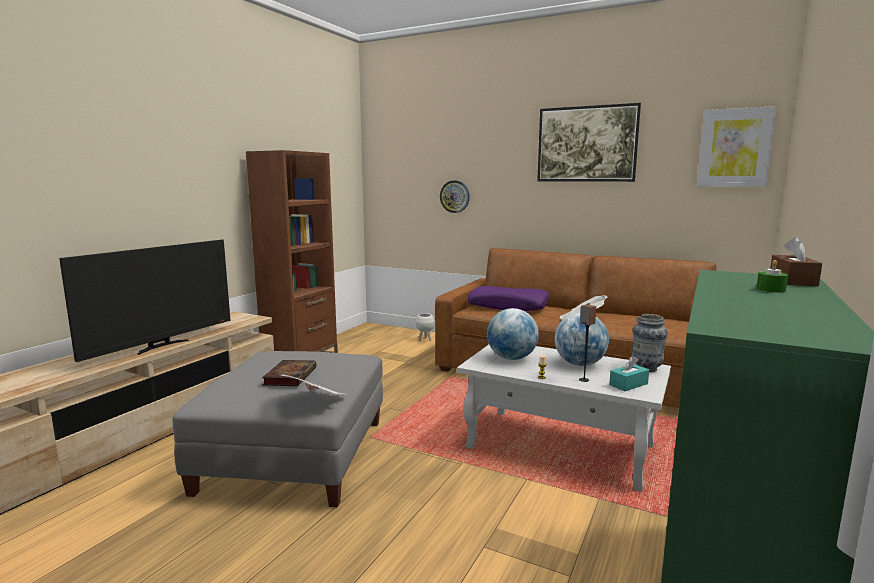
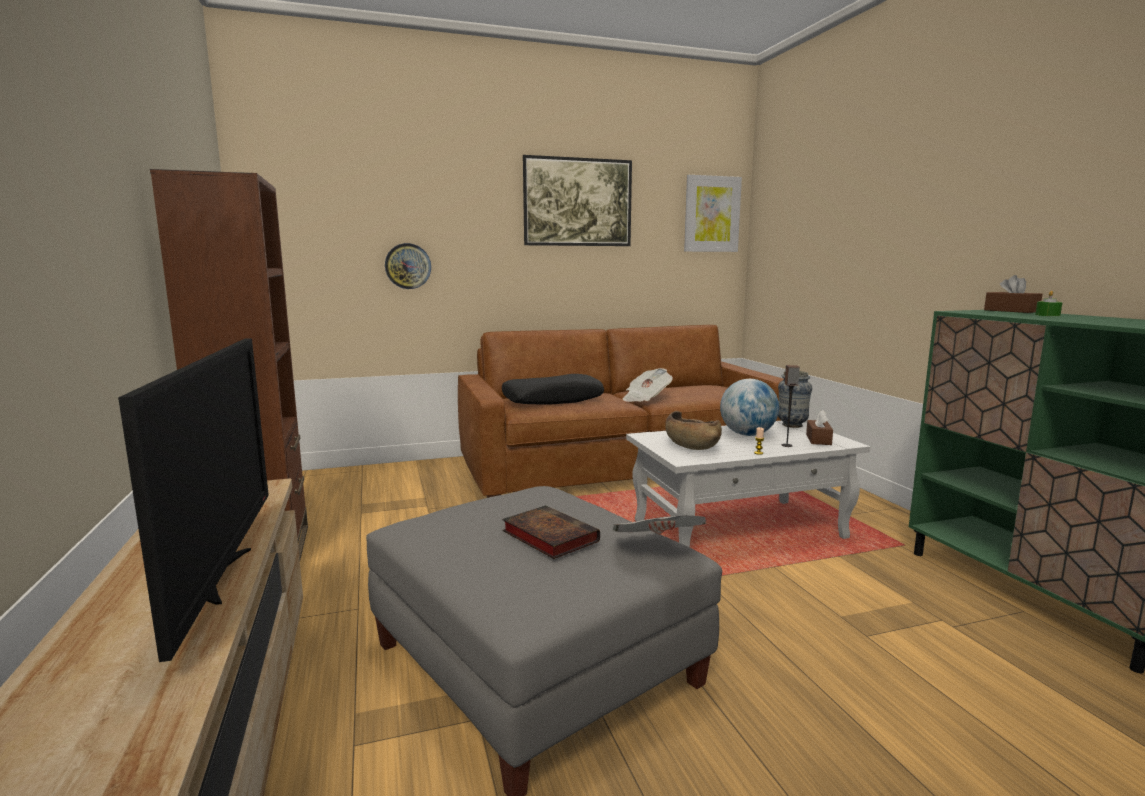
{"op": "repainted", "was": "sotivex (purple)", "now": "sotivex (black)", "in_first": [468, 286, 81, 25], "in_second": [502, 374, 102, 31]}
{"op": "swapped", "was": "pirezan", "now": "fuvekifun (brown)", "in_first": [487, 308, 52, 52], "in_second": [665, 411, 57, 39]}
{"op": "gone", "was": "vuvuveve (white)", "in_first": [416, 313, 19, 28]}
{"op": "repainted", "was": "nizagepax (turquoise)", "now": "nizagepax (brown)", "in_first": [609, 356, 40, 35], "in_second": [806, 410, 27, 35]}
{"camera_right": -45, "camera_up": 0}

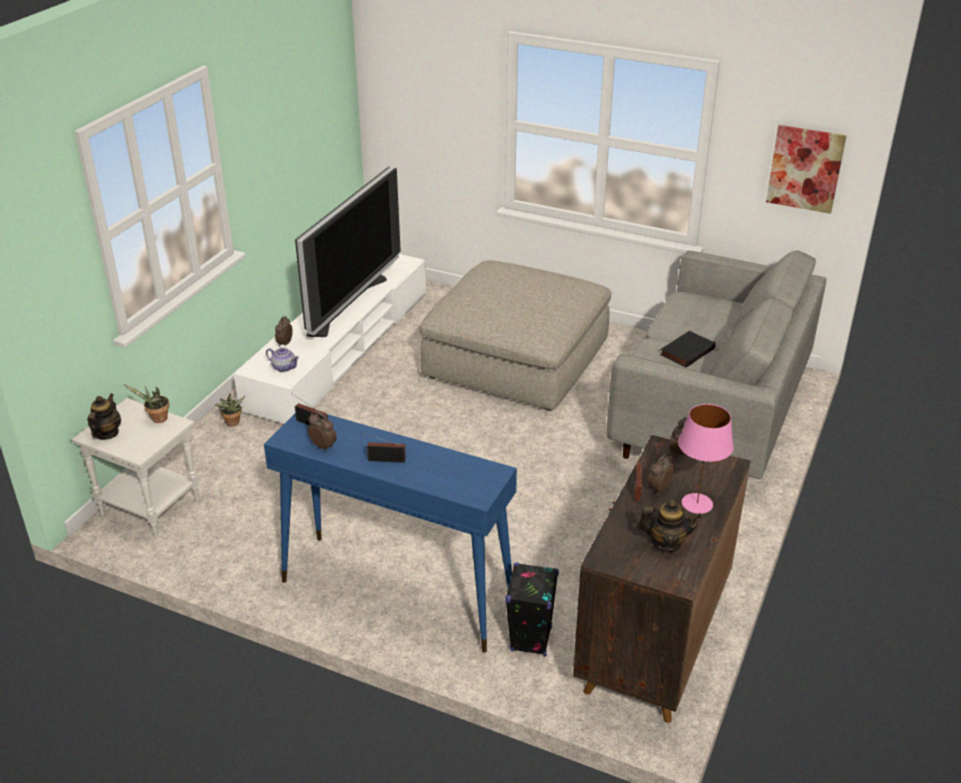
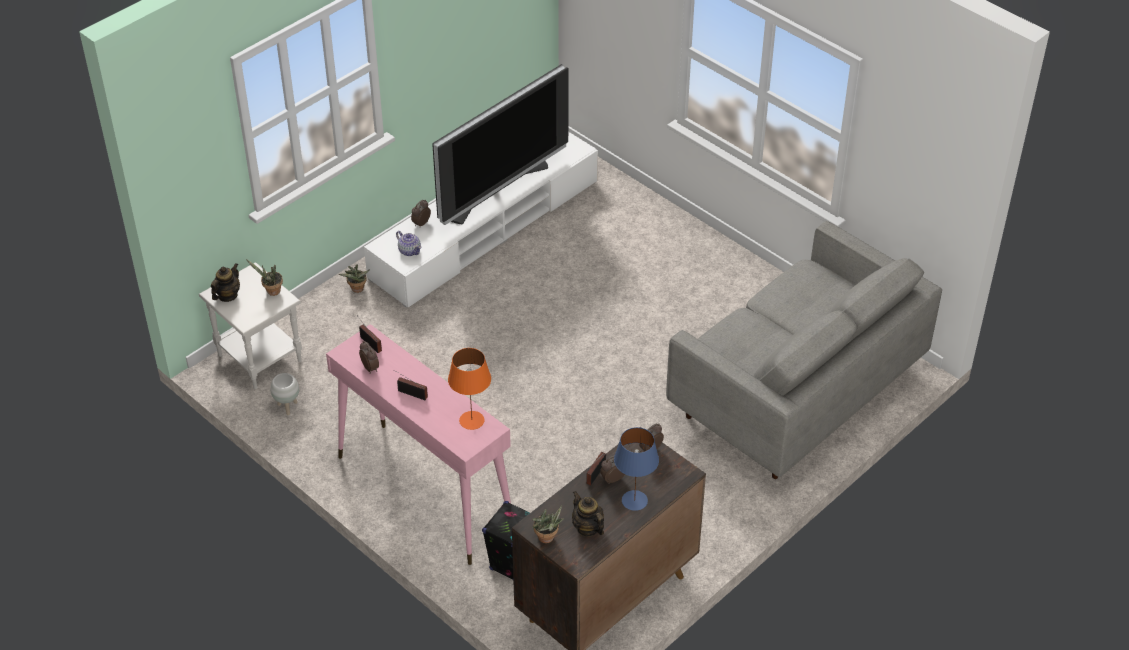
{"op": "gone", "was": "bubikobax", "in_first": [766, 125, 80, 89]}
{"op": "gone", "was": "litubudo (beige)", "in_first": [419, 260, 192, 151]}
{"op": "gone", "was": "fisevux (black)", "in_first": [660, 331, 56, 36]}
{"op": "repainted", "was": "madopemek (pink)", "now": "madopemek (blue)", "in_first": [678, 404, 56, 110], "in_second": [614, 427, 45, 84]}
{"op": "repainted", "was": "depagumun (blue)", "now": "depagumun (pink)", "in_first": [264, 413, 253, 240], "in_second": [326, 324, 185, 241]}
{"op": "rotated", "was": "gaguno", "in_first": [637, 500, 65, 52], "in_second": [572, 491, 32, 46], "clockwise": -150}
{"op": "new", "now": "madopemek (orange)", "in_second": [448, 348, 43, 82]}
{"op": "new", "now": "vuvuveve (white)", "in_second": [270, 373, 29, 42]}
{"op": "new", "now": "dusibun", "in_second": [532, 505, 32, 38]}
{"camera_right": 20, "camera_up": 10}

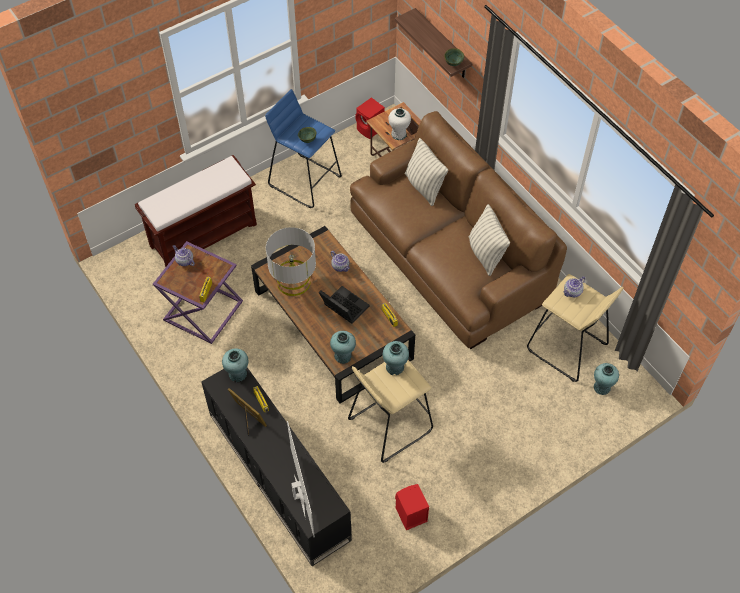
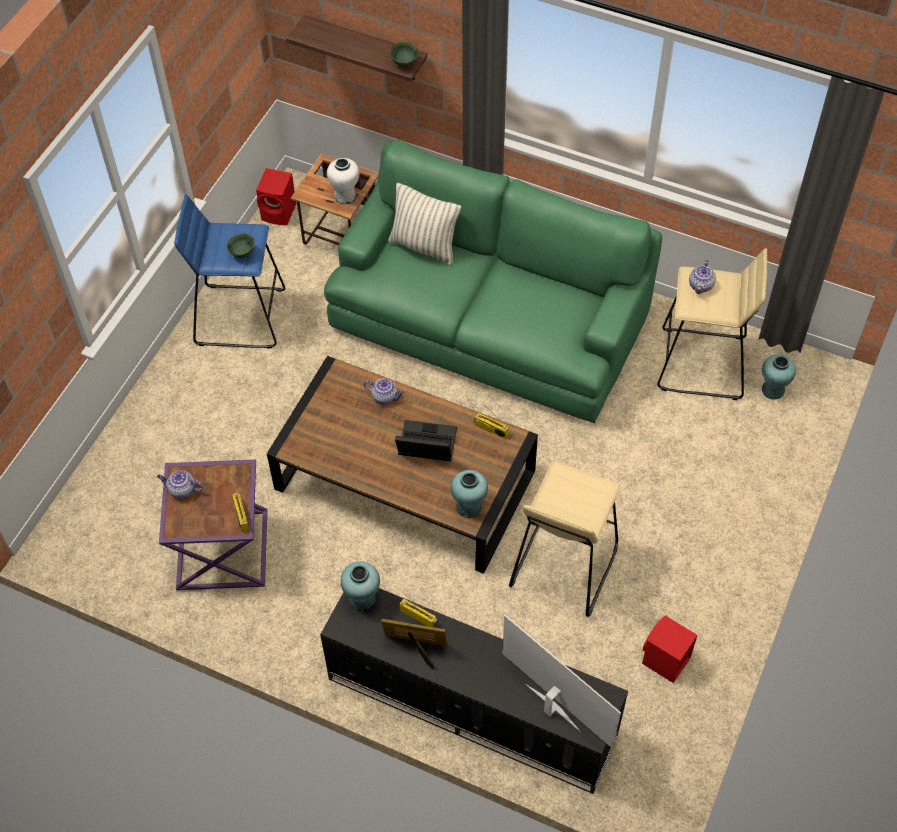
{"op": "repainted", "was": "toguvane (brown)", "now": "toguvane (green)", "in_first": [350, 111, 217, 238], "in_second": [324, 140, 338, 283]}
{"op": "gone", "was": "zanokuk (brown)", "in_first": [135, 155, 122, 112]}
{"op": "gone", "was": "sotivex", "in_first": [469, 204, 41, 72]}
{"op": "gone", "was": "madopemek (grey)", "in_first": [266, 227, 50, 69]}
{"op": "gone", "was": "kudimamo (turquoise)", "in_first": [383, 341, 26, 34]}
{"camera_right": -30, "camera_up": 0}

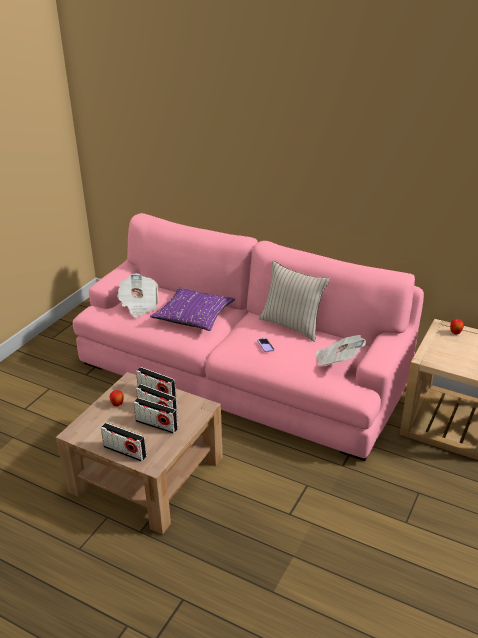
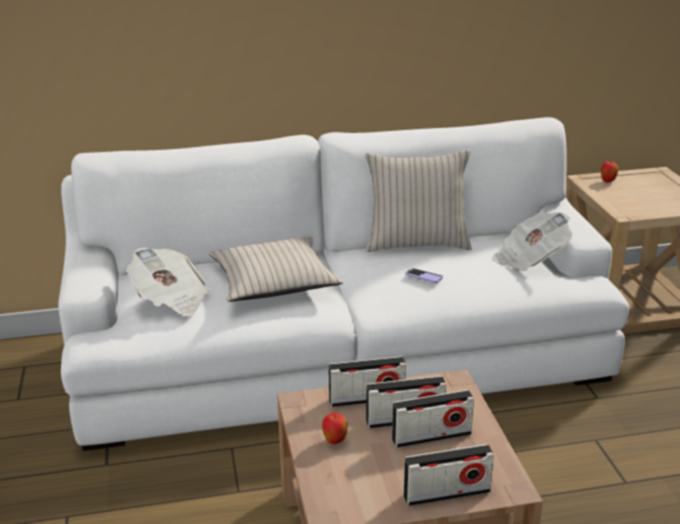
{"op": "repainted", "was": "toguvane (pink)", "now": "toguvane (white)", "in_first": [73, 213, 351, 248], "in_second": [58, 117, 571, 334]}
{"op": "repainted", "was": "sotivex (purple)", "now": "sotivex (beige)", "in_first": [150, 288, 85, 43], "in_second": [209, 237, 134, 65]}
{"camera_right": -40, "camera_up": -5}

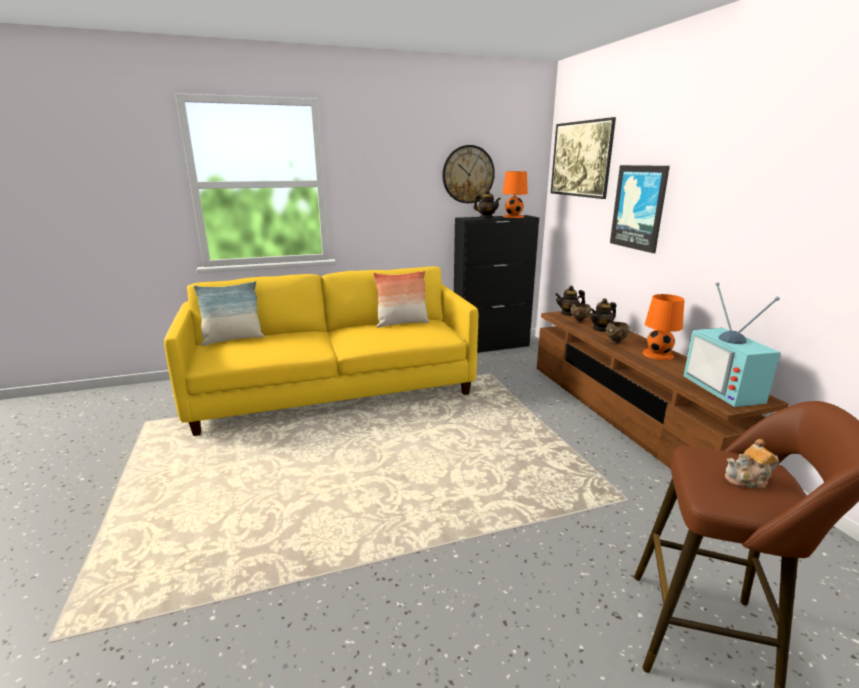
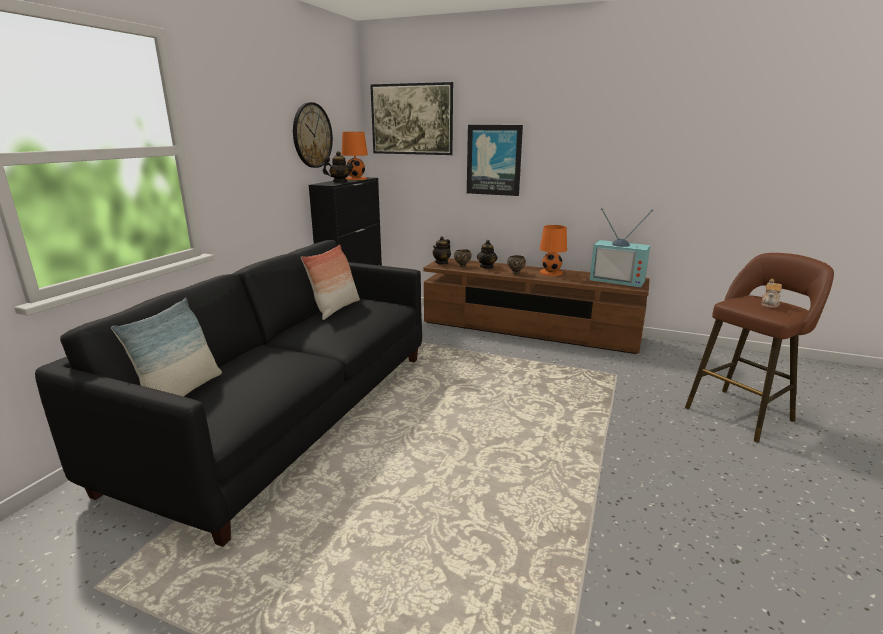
{"op": "repainted", "was": "toguvane (yellow)", "now": "toguvane (black)", "in_first": [164, 266, 314, 170], "in_second": [35, 240, 387, 307]}
{"camera_right": -50, "camera_up": 0}

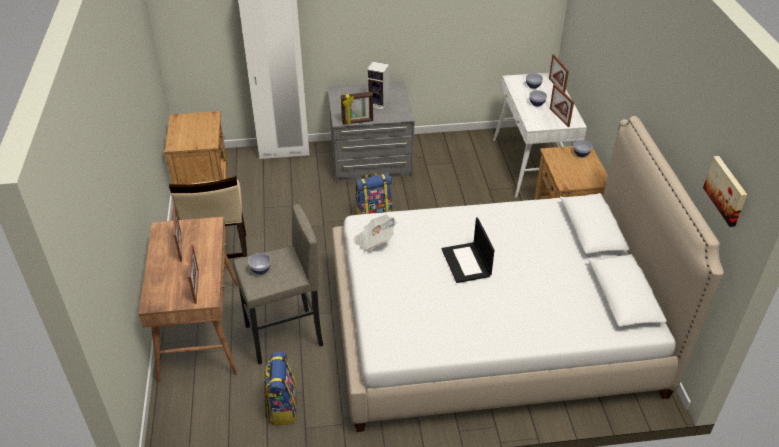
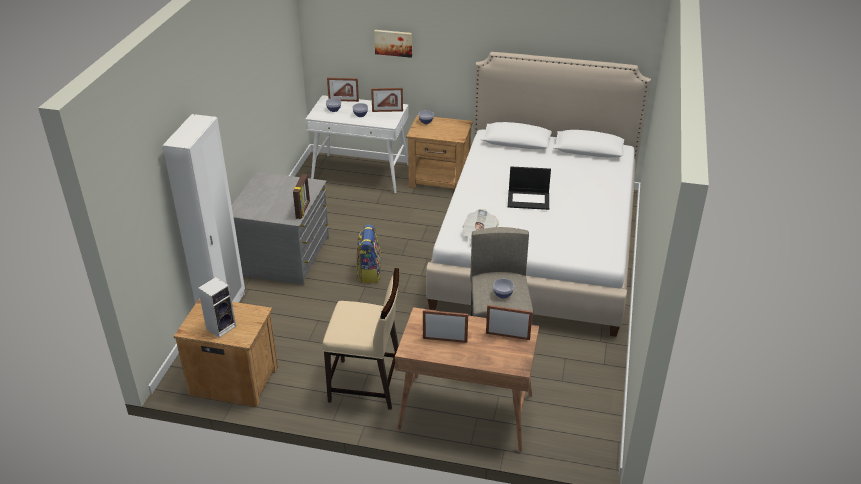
{"op": "shifted", "was": "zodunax", "in_first": [367, 61, 22, 49], "in_second": [198, 277, 38, 61]}
{"op": "shifted", "was": "bubikobax", "in_first": [703, 156, 44, 71], "in_second": [374, 30, 38, 28]}
{"op": "gone", "was": "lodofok", "in_first": [264, 352, 33, 74]}
{"camera_right": -70, "camera_up": -5}

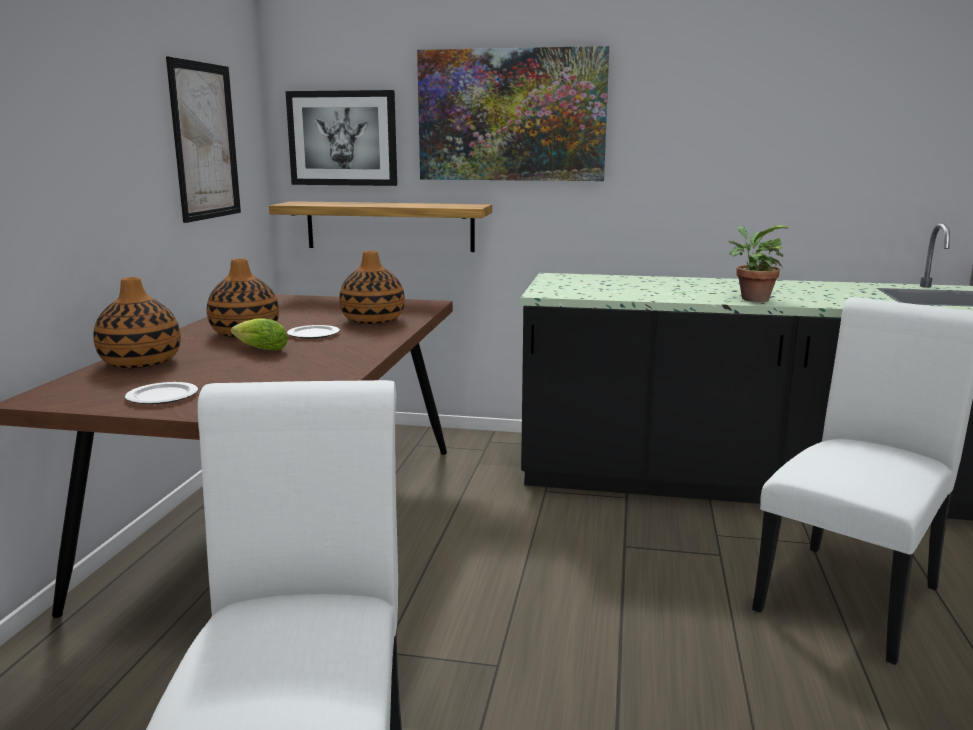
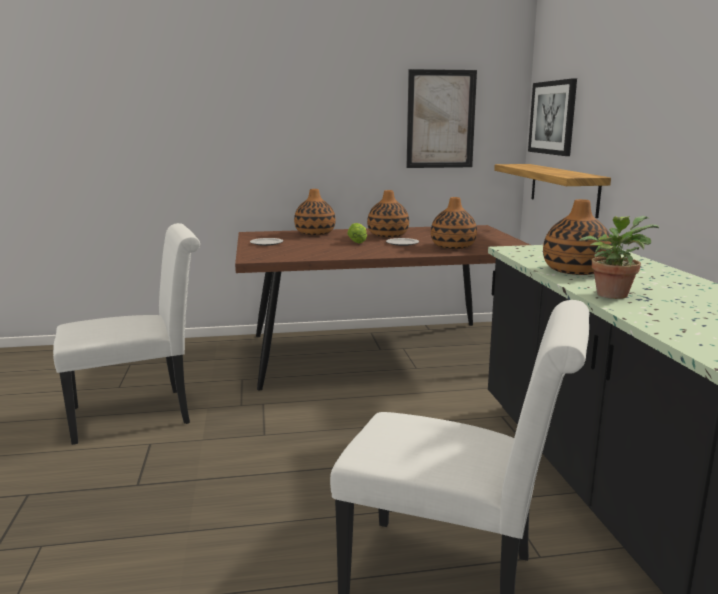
{"op": "gone", "was": "bubikobax", "in_first": [417, 46, 192, 135]}
{"op": "new", "now": "kudimamo", "in_second": [543, 199, 69, 76]}
{"camera_right": 70, "camera_up": 0}

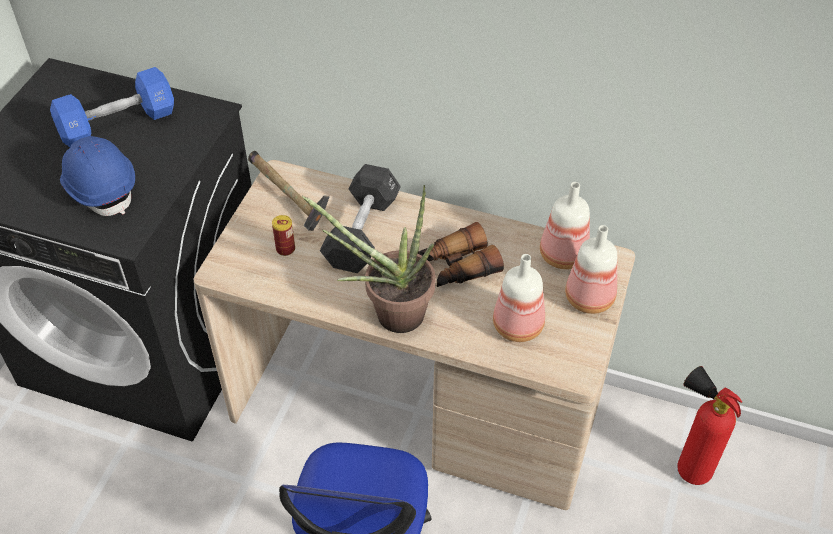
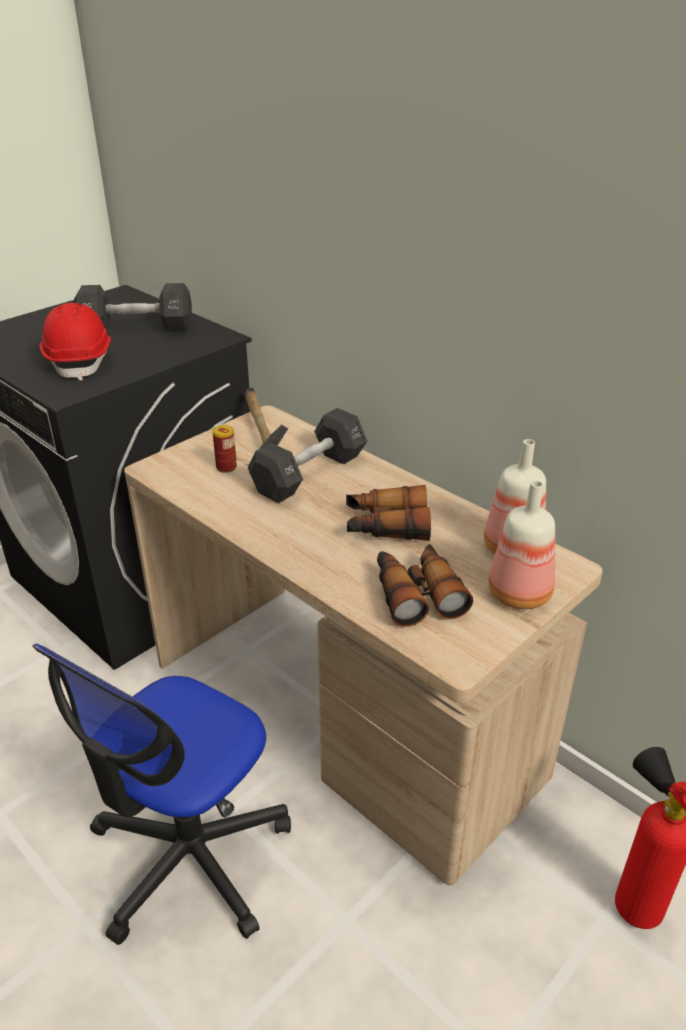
{"op": "repainted", "was": "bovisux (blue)", "now": "bovisux (black)", "in_first": [50, 67, 124, 80], "in_second": [74, 283, 118, 49]}
{"op": "repainted", "was": "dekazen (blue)", "now": "dekazen (red)", "in_first": [60, 136, 75, 80], "in_second": [39, 303, 72, 78]}
{"op": "gone", "was": "dusibun", "in_first": [302, 185, 134, 148]}
{"op": "swapped", "was": "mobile", "now": "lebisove", "in_first": [493, 254, 52, 88], "in_second": [377, 544, 96, 83]}
{"camera_right": 25, "camera_up": -15}

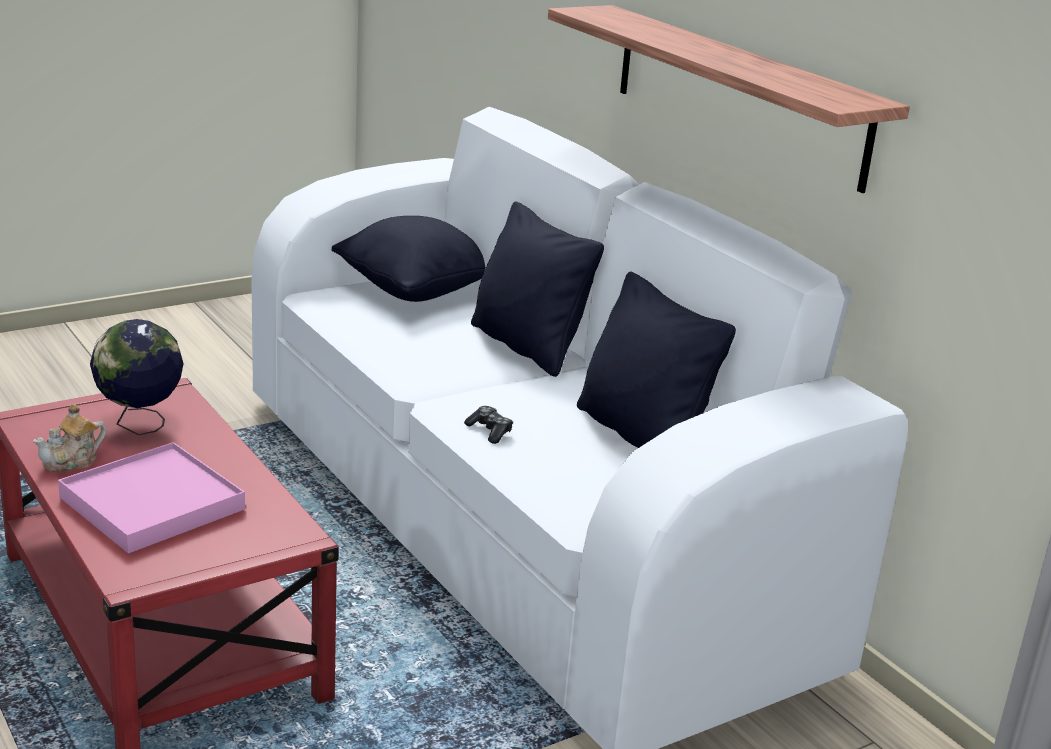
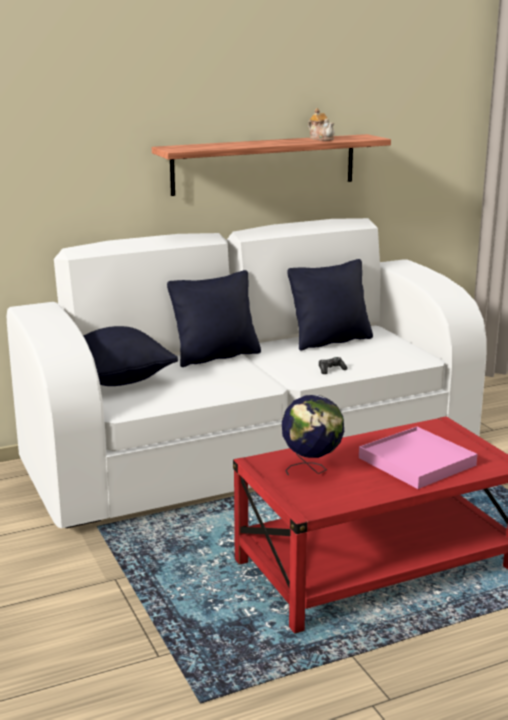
{"op": "shifted", "was": "gaguno", "in_first": [33, 404, 73, 68], "in_second": [308, 108, 27, 33]}
{"camera_right": -80, "camera_up": -5}

